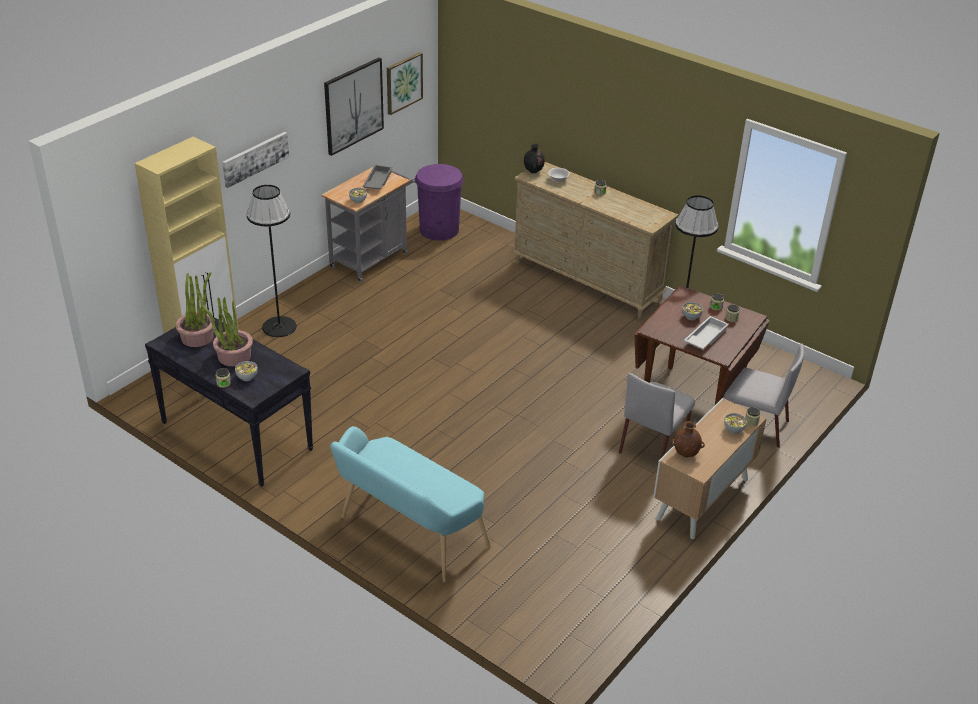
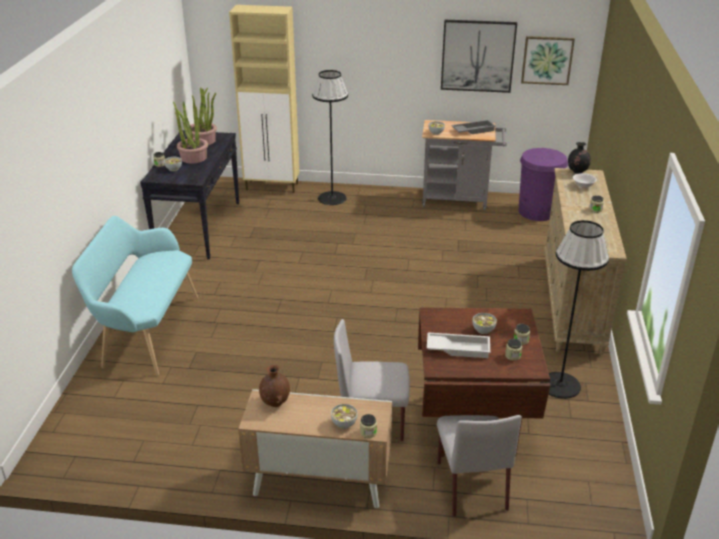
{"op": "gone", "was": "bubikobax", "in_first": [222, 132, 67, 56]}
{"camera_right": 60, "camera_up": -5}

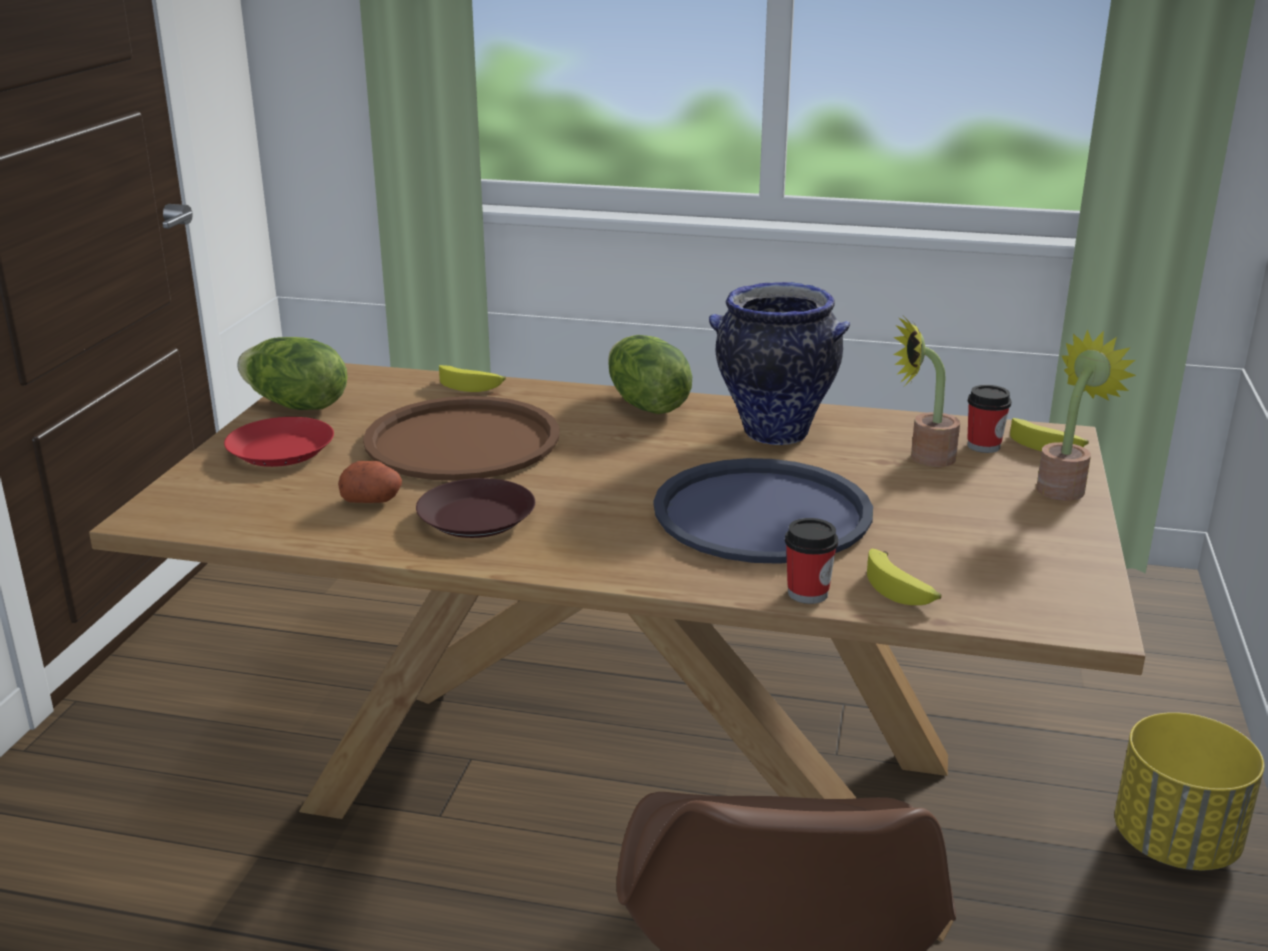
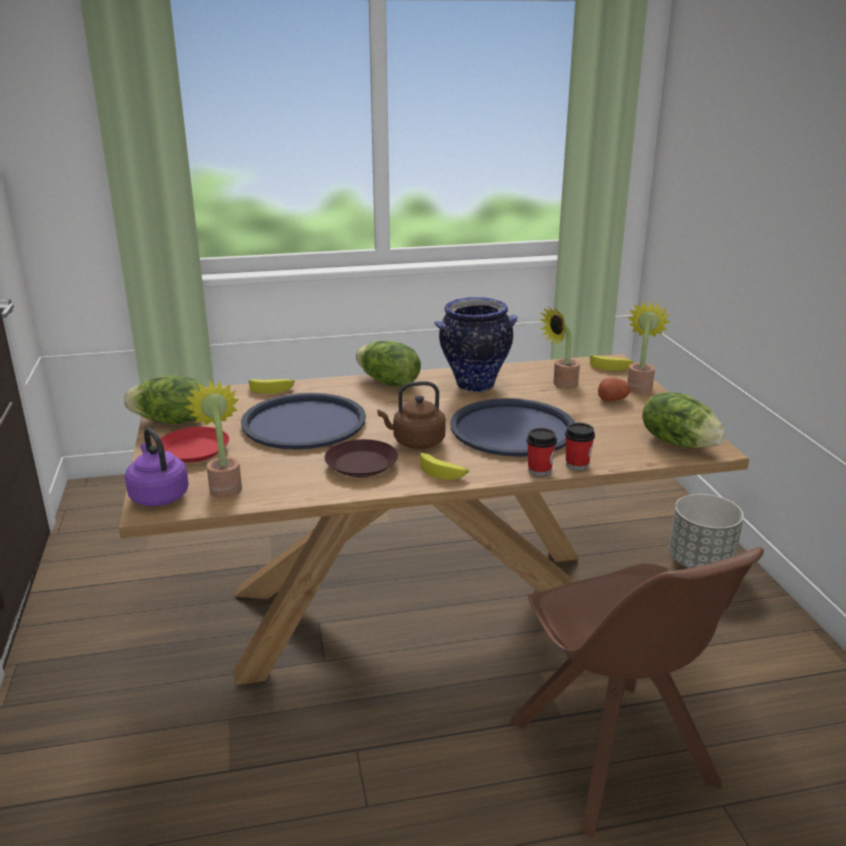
{"op": "shifted", "was": "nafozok", "in_first": [967, 385, 44, 68], "in_second": [527, 428, 30, 48]}
{"op": "repainted", "was": "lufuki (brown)", "now": "lufuki (blue)", "in_first": [363, 396, 196, 85], "in_second": [241, 393, 125, 56]}
{"op": "shifted", "was": "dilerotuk", "in_first": [338, 461, 64, 42], "in_second": [598, 378, 32, 24]}
{"op": "shifted", "was": "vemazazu", "in_first": [867, 549, 74, 56], "in_second": [420, 453, 49, 27]}
{"op": "repainted", "was": "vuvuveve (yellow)", "now": "vuvuveve (grey)", "in_first": [1114, 712, 150, 159], "in_second": [669, 494, 75, 74]}
{"op": "new", "now": "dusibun", "in_second": [185, 380, 57, 118]}
{"op": "new", "now": "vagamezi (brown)", "in_second": [377, 381, 69, 68]}
{"op": "new", "now": "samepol", "in_second": [642, 392, 84, 56]}
{"op": "new", "now": "vagamezi (purple)", "in_second": [125, 428, 64, 79]}
{"camera_right": -25, "camera_up": 0}

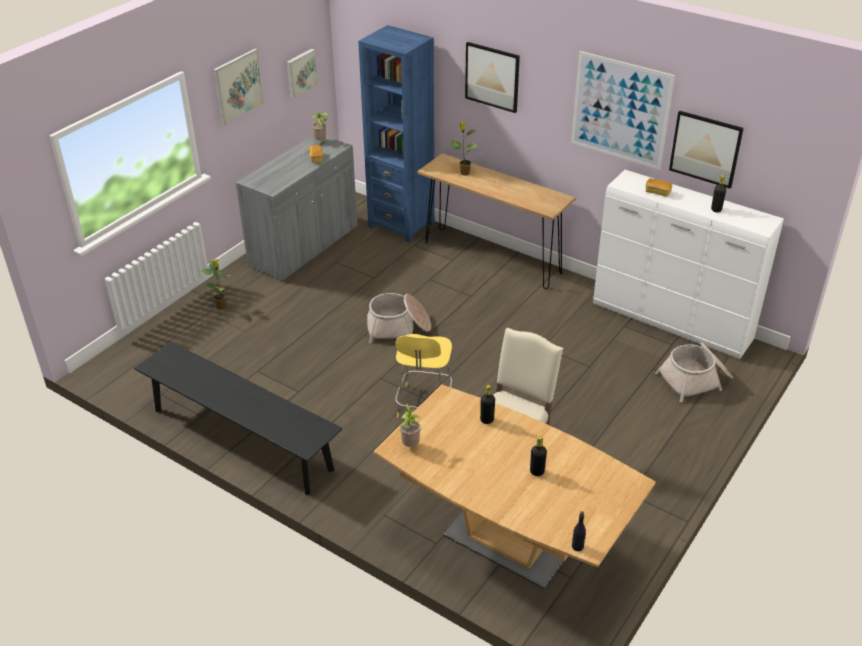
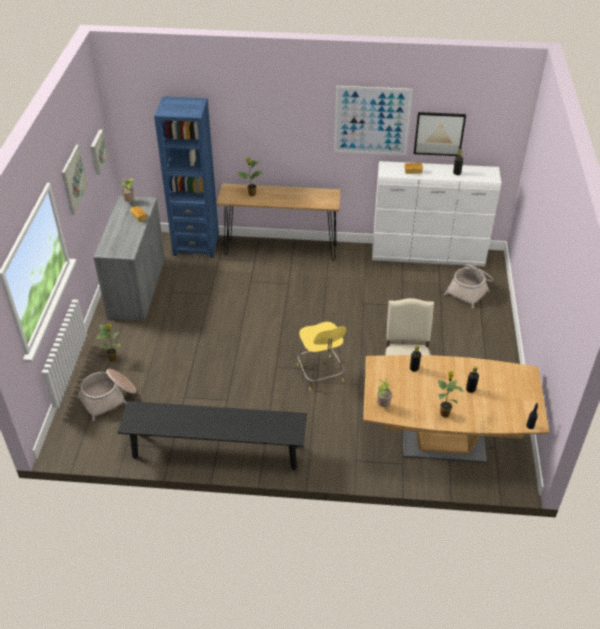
{"op": "gone", "was": "bubikobax", "in_first": [465, 42, 55, 71]}
{"op": "shifted", "was": "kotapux", "in_first": [367, 293, 64, 50], "in_second": [77, 369, 59, 52]}
{"op": "new", "now": "dusibun", "in_second": [438, 371, 26, 47]}
{"camera_right": -30, "camera_up": 5}

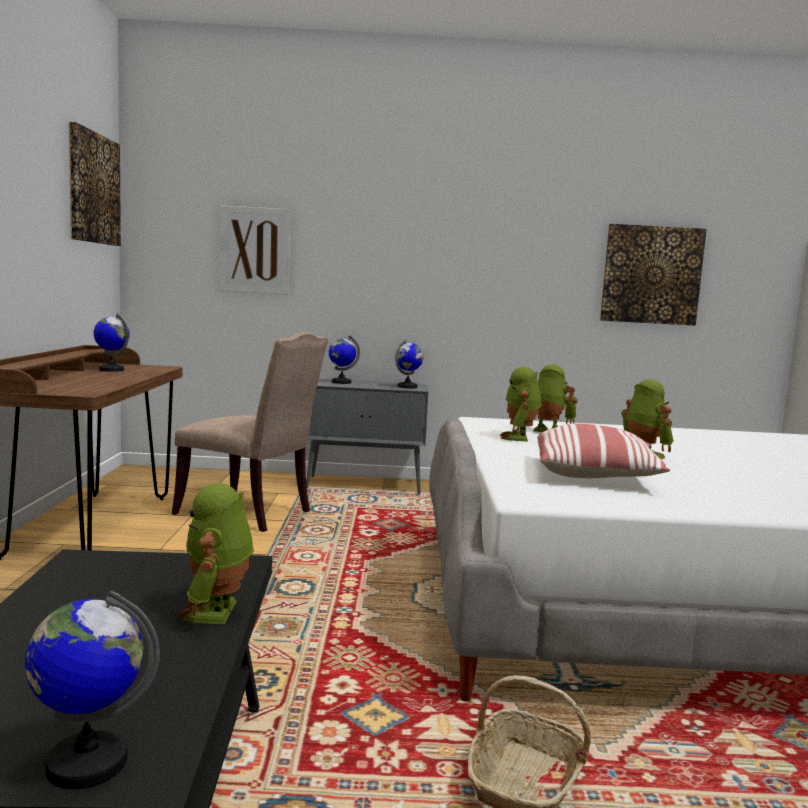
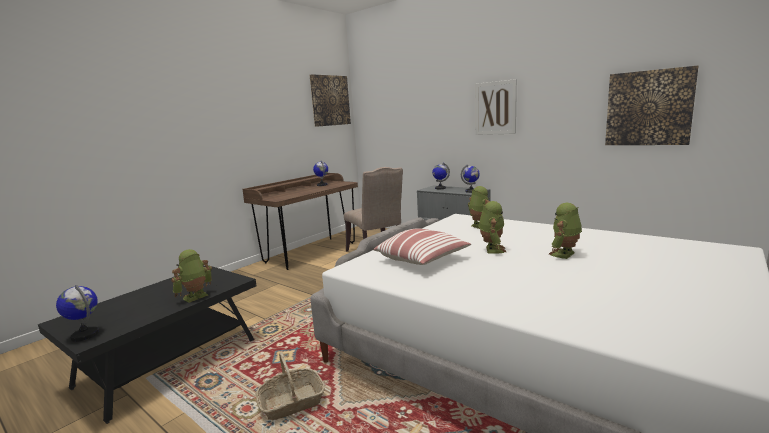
{"op": "shifted", "was": "bubikobax", "in_first": [219, 205, 72, 90], "in_second": [475, 79, 42, 56]}
{"op": "shifted", "was": "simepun", "in_first": [500, 367, 42, 75], "in_second": [549, 203, 33, 56]}
{"camera_right": 40, "camera_up": 5}

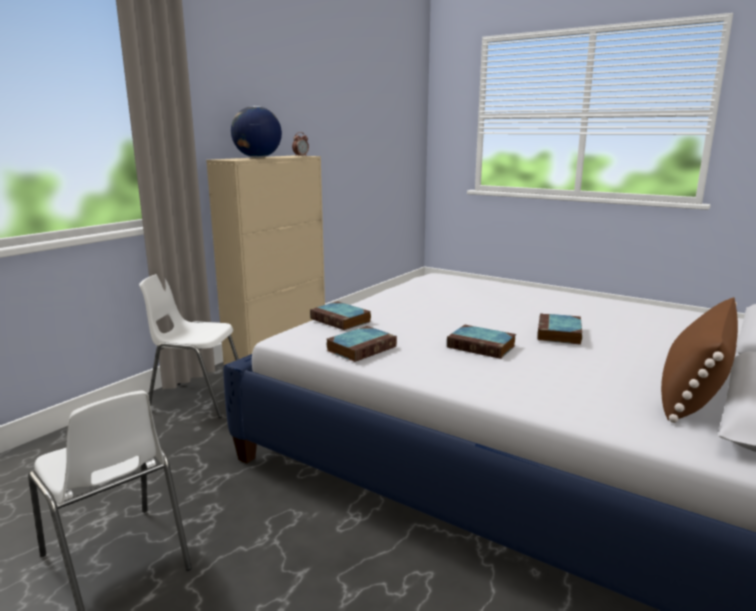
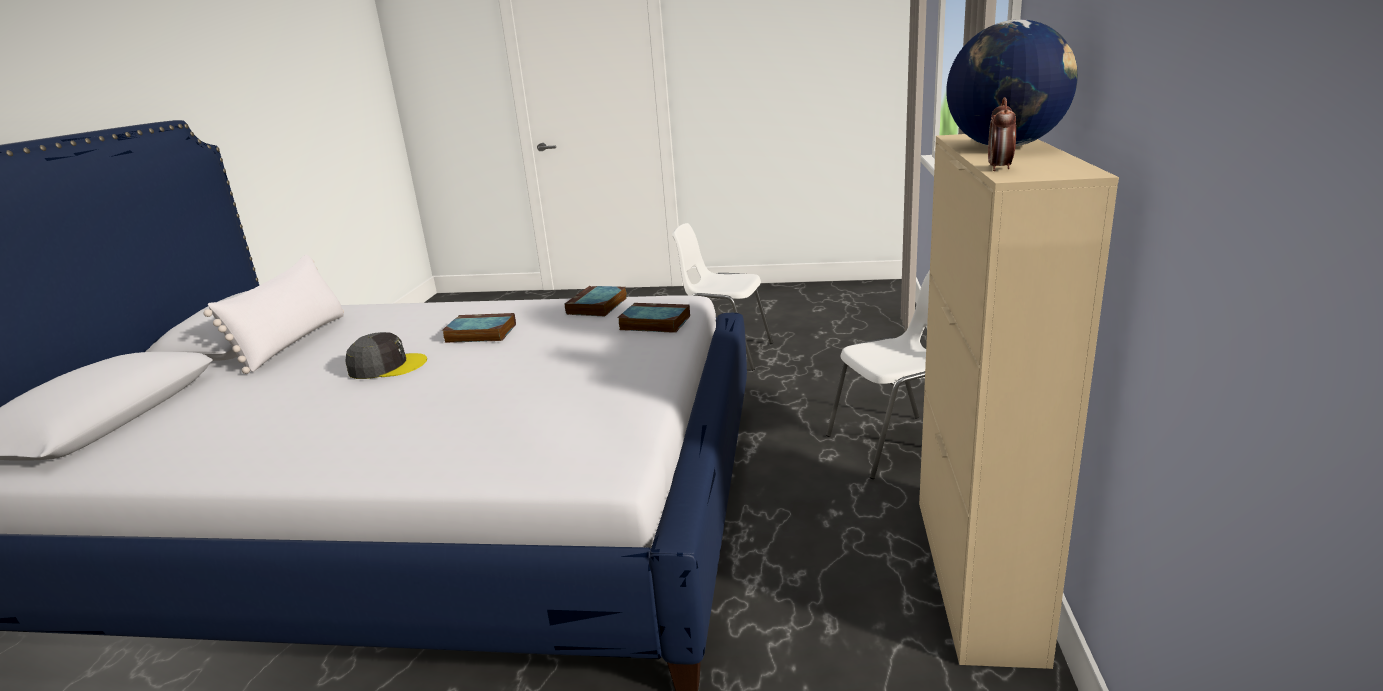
{"op": "repainted", "was": "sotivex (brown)", "now": "sotivex (white)", "in_first": [661, 297, 77, 126], "in_second": [203, 254, 141, 120]}
{"op": "swapped", "was": "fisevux", "now": "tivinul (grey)", "in_first": [537, 313, 45, 32], "in_second": [345, 332, 82, 47]}
{"camera_right": 155, "camera_up": 5}

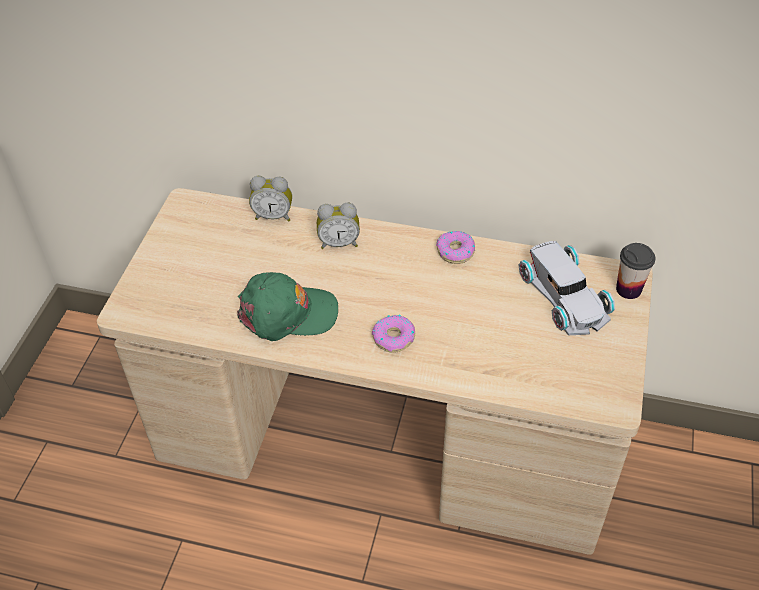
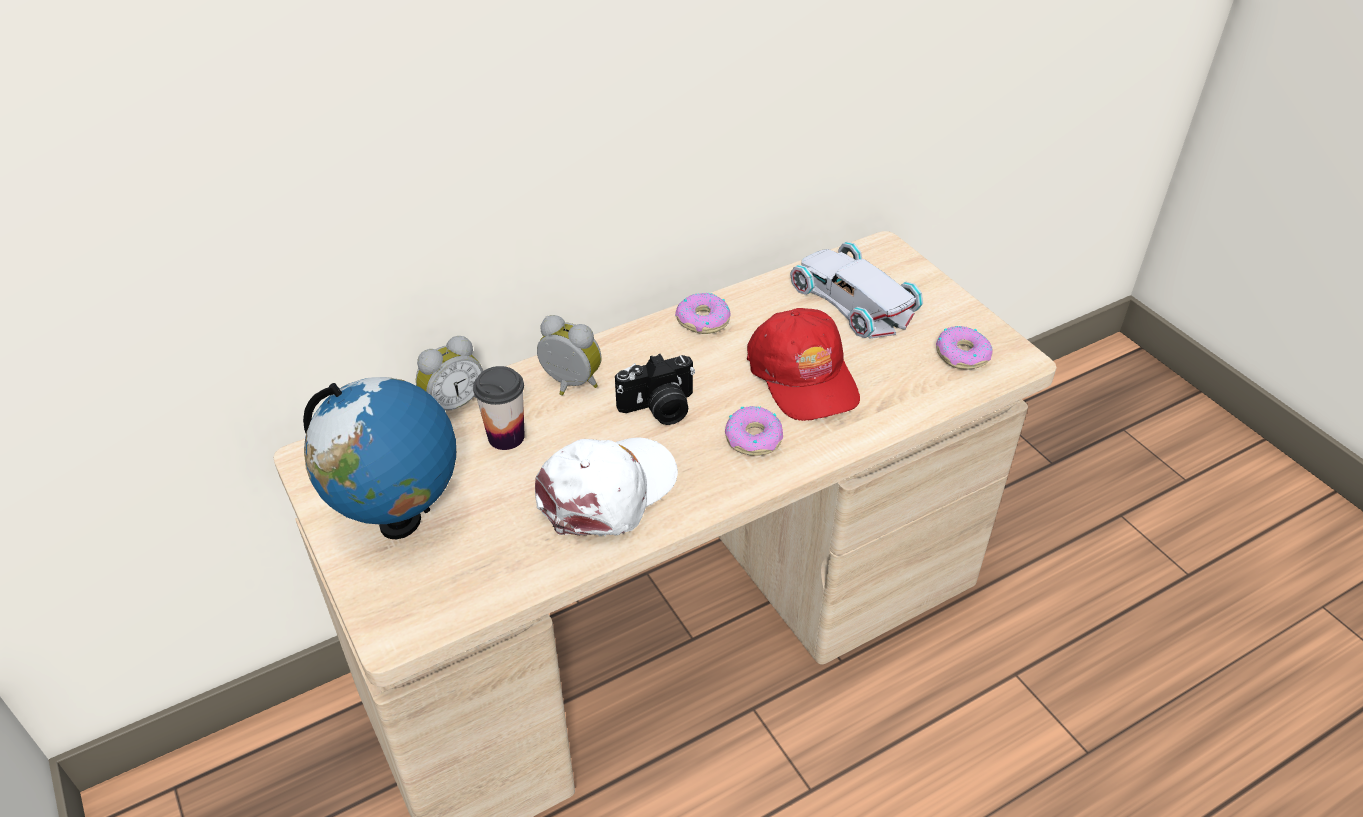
{"op": "rotated", "was": "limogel", "in_first": [317, 202, 43, 47], "in_second": [537, 315, 65, 80], "clockwise": -105}
{"op": "rotated", "was": "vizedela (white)", "in_first": [519, 241, 96, 94], "in_second": [790, 242, 133, 96], "clockwise": -150}
{"op": "shifted", "was": "nafozok", "in_first": [616, 243, 40, 56], "in_second": [473, 366, 52, 84]}
{"op": "repainted", "was": "tivinul (green)", "now": "tivinul (white)", "in_first": [237, 272, 102, 69], "in_second": [535, 438, 143, 99]}
{"op": "new", "now": "tivinul (red)", "in_second": [747, 308, 113, 113]}
{"op": "new", "now": "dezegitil", "in_second": [936, 326, 57, 44]}
{"op": "new", "now": "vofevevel", "in_second": [615, 354, 80, 71]}
{"op": "new", "now": "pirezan", "in_second": [303, 377, 153, 162]}
{"camera_right": -45, "camera_up": -5}

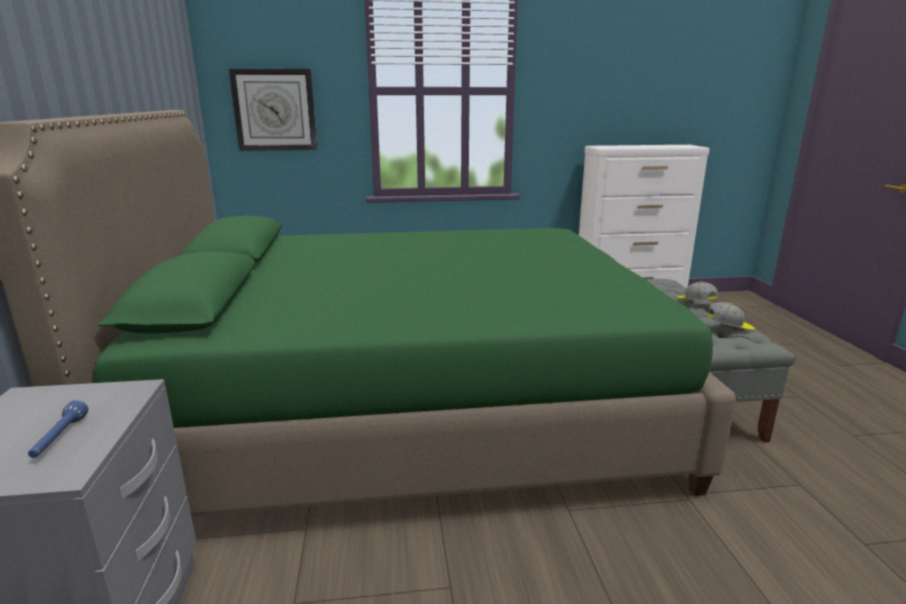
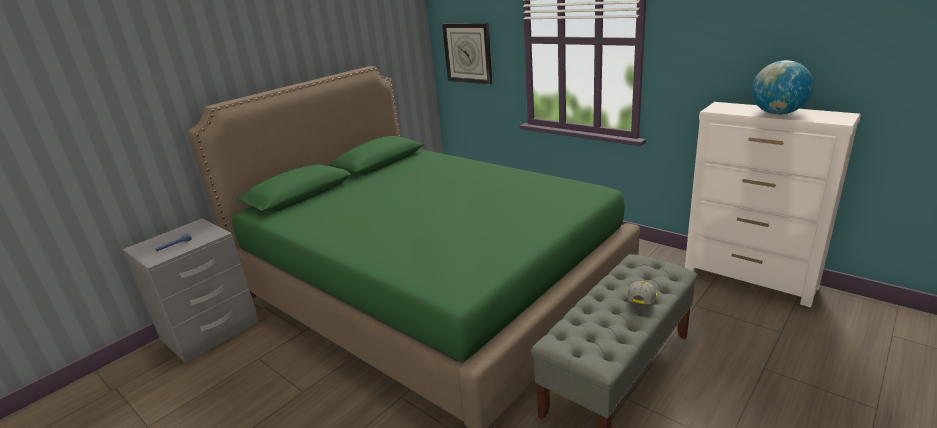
{"op": "gone", "was": "tivinul", "in_first": [706, 302, 49, 28]}
{"op": "new", "now": "pirezan", "in_second": [752, 60, 61, 55]}
{"camera_right": 50, "camera_up": 5}

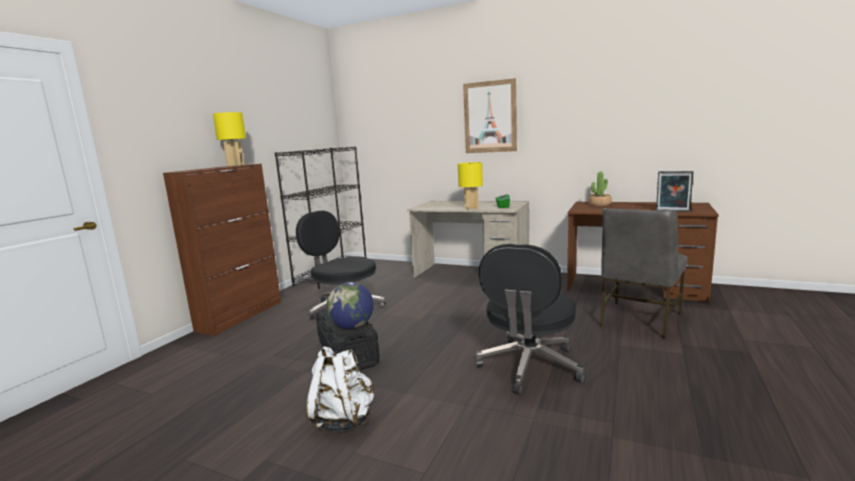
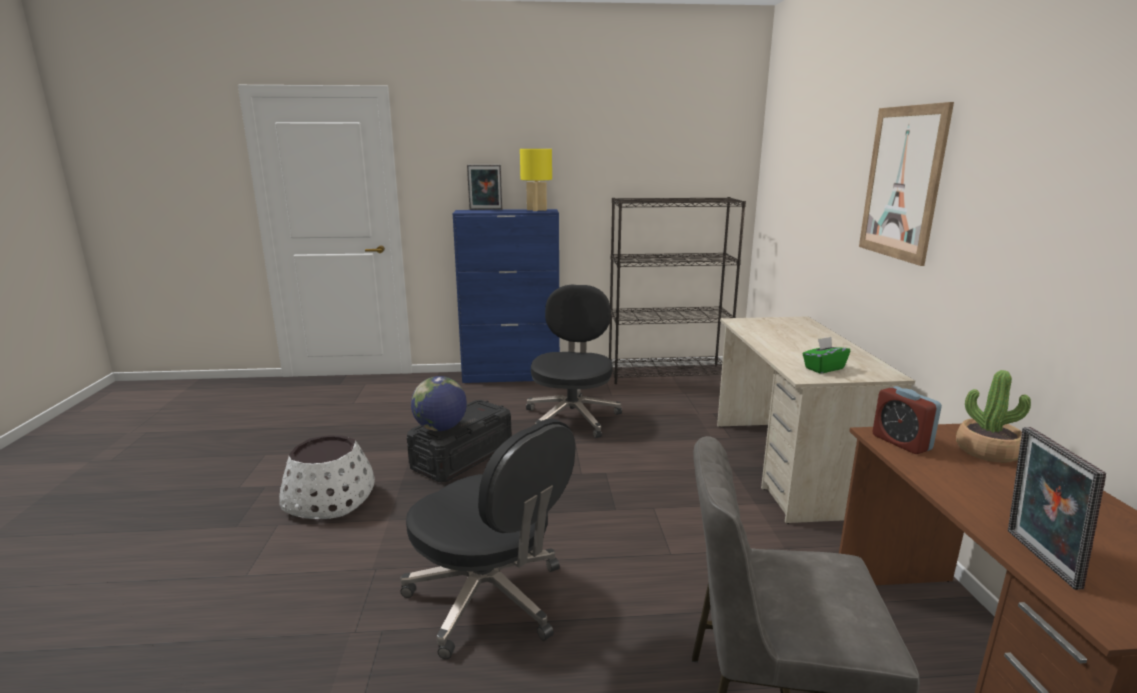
{"op": "gone", "was": "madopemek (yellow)", "in_first": [458, 162, 25, 48]}
{"op": "repainted", "was": "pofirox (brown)", "now": "pofirox (blue)", "in_first": [163, 164, 118, 172], "in_second": [453, 209, 107, 174]}
{"op": "rotated", "was": "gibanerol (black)", "in_first": [475, 244, 110, 151], "in_second": [401, 419, 175, 240], "clockwise": -135}
{"op": "swapped", "was": "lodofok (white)", "now": "vuvuveve (white)", "in_first": [306, 346, 68, 86], "in_second": [279, 435, 96, 84]}
{"op": "new", "now": "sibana", "in_second": [467, 165, 35, 45]}
{"op": "new", "now": "limogel", "in_second": [872, 386, 70, 68]}
{"camera_right": 60, "camera_up": 5}

